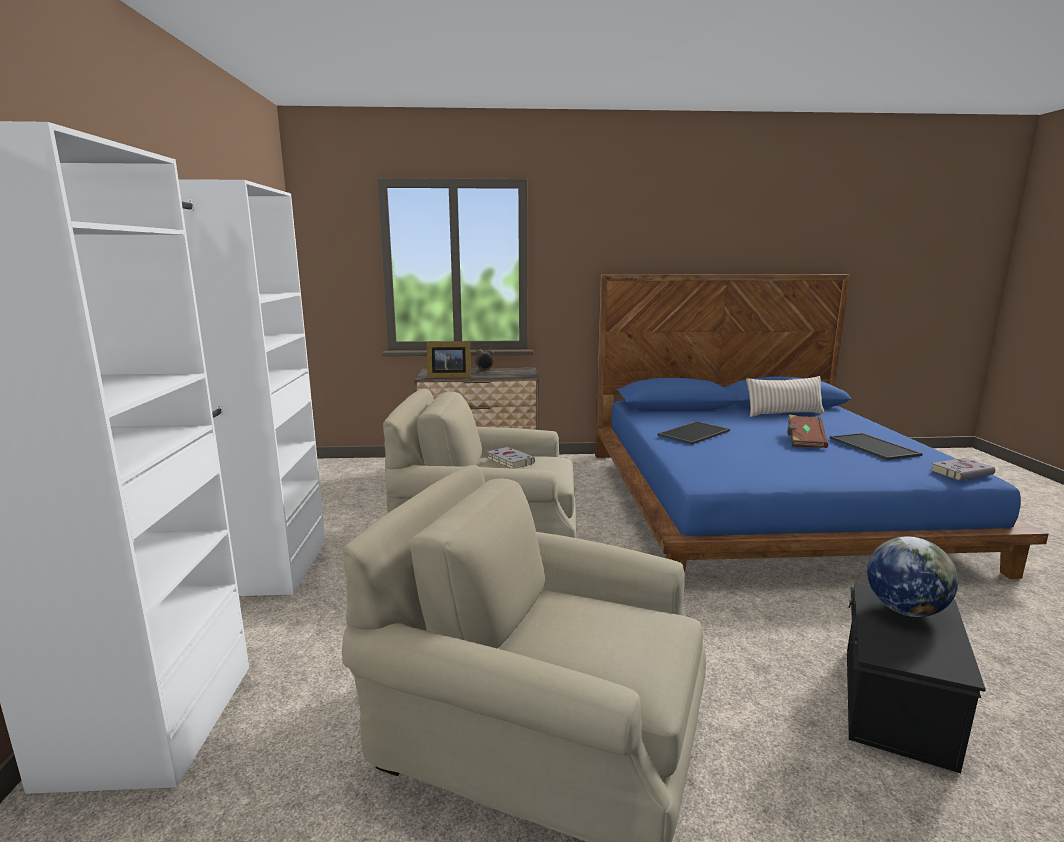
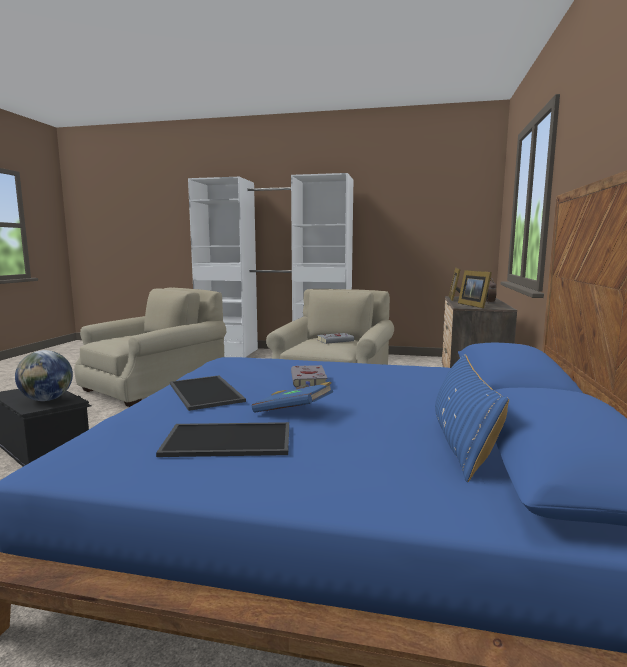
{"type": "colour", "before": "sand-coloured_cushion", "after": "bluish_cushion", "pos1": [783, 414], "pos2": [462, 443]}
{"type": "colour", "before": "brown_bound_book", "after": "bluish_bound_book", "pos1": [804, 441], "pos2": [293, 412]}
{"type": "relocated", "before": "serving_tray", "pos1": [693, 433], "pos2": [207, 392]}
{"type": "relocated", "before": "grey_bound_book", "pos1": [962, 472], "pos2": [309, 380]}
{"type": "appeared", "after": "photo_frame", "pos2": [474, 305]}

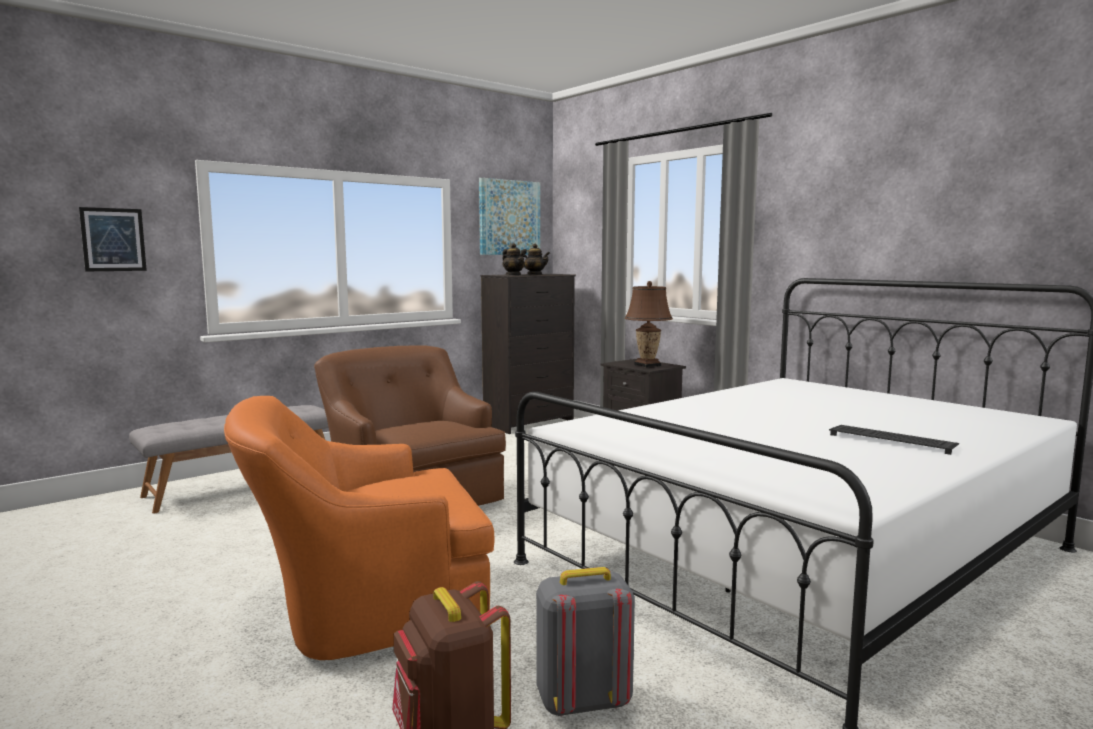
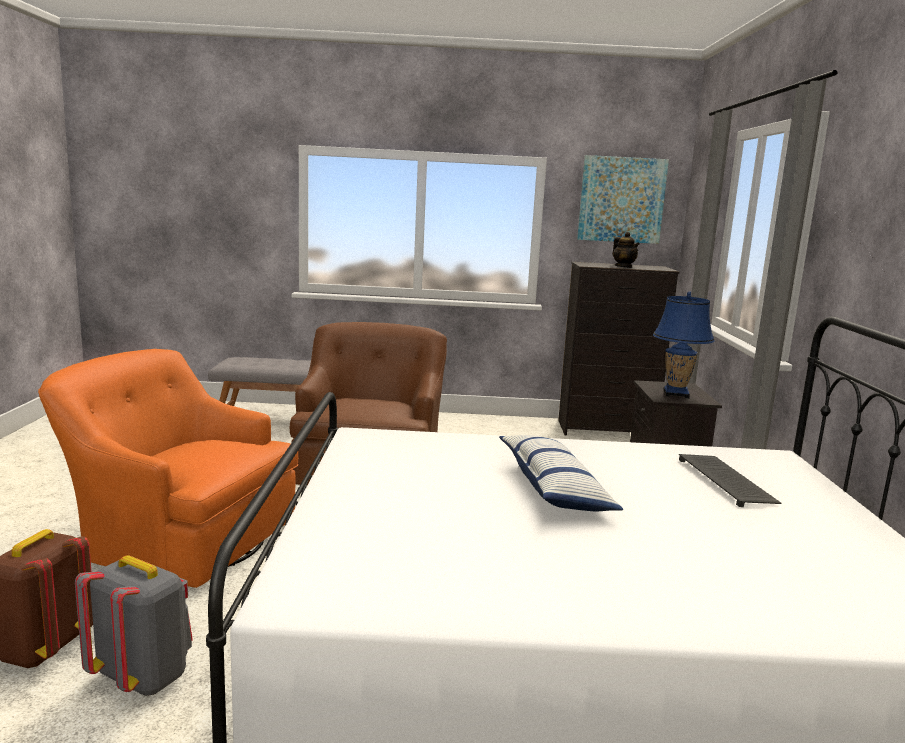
{"type": "missing", "before": "wall_picture", "pos1": [113, 239]}
{"type": "missing", "before": "teapot", "pos1": [513, 275]}
{"type": "colour", "before": "brown_table_lamp", "after": "bluish_table_lamp", "pos1": [647, 365], "pos2": [676, 394]}
{"type": "relocated", "before": "keyboard", "pos1": [893, 440], "pos2": [727, 482]}
{"type": "appeared", "after": "cushion", "pos2": [554, 488]}

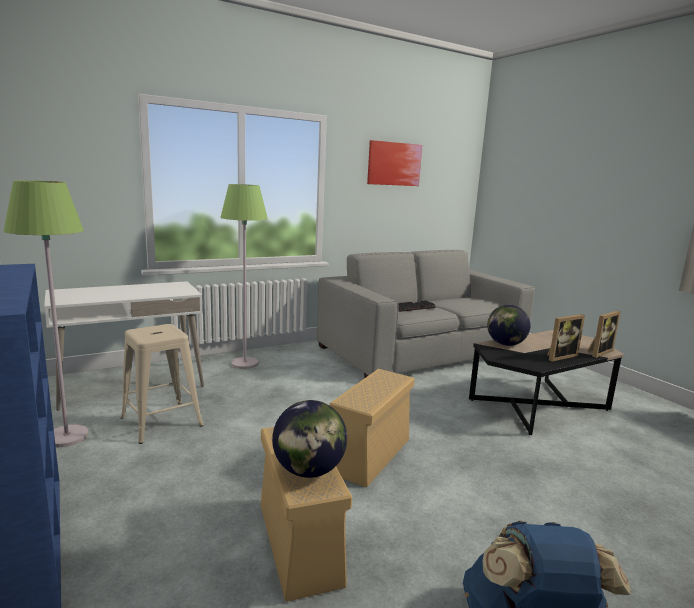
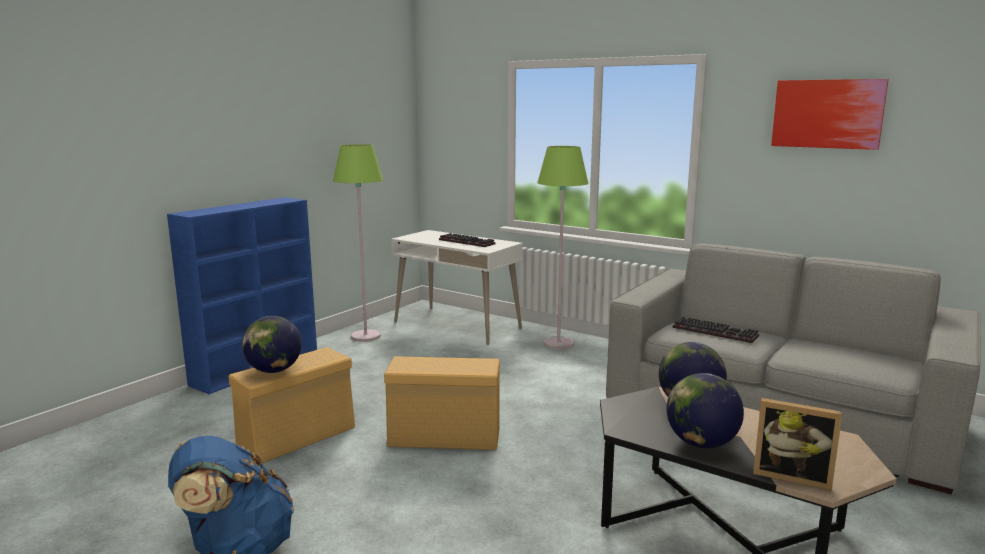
{"type": "exchanged", "before": "photo_frame", "after": "globe", "pos1": [559, 356], "pos2": [701, 444]}
{"type": "missing", "before": "sand-coloured_stool_seat", "pos1": [161, 421]}
{"type": "appeared", "after": "keyboard", "pos2": [468, 242]}

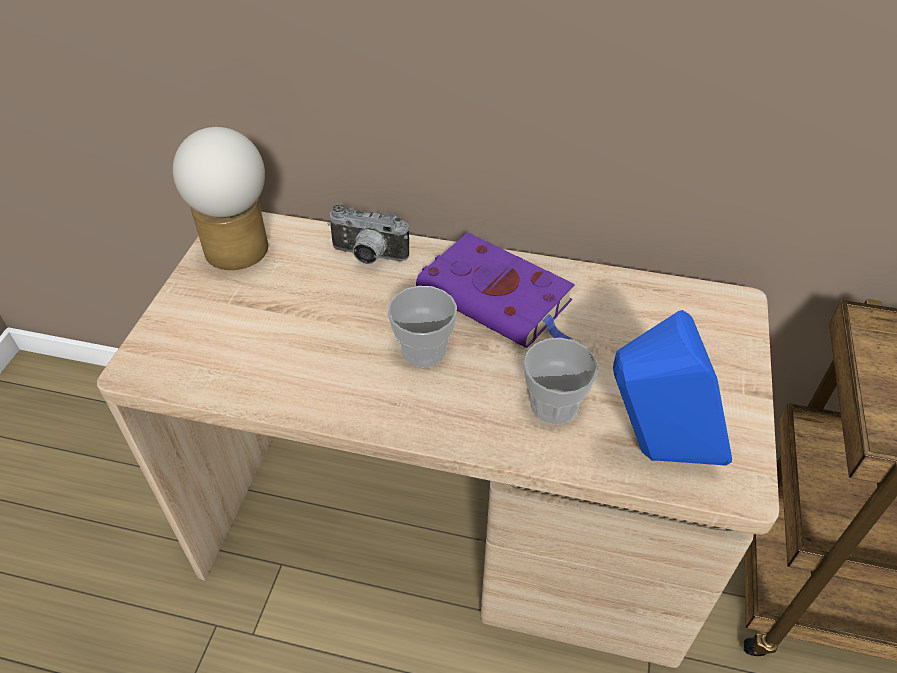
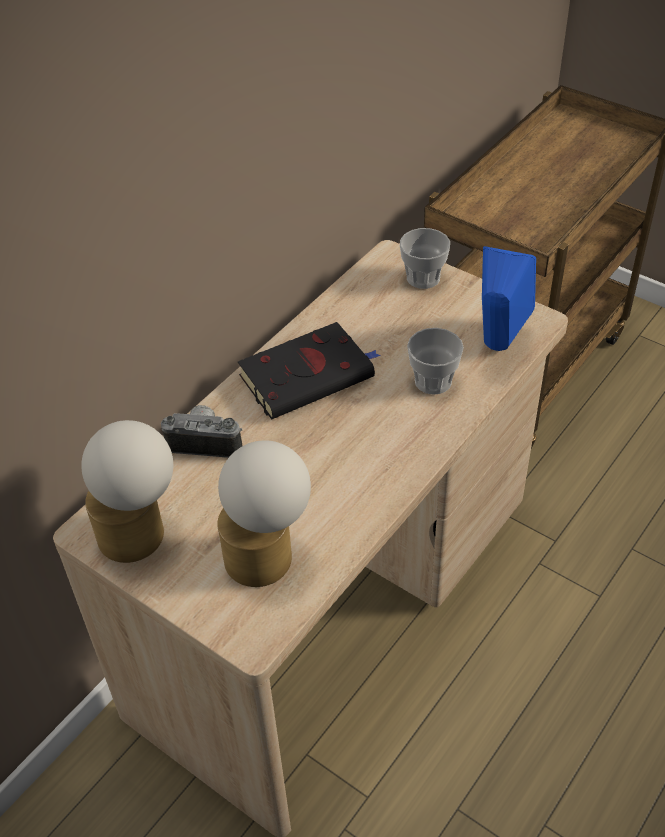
{"type": "spun", "before": "photo_camera", "pos1": [368, 257], "pos2": [206, 442], "turn": -120}
{"type": "colour", "before": "purple-coloured_bound_book", "after": "blackish_bound_book", "pos1": [498, 298], "pos2": [309, 375]}
{"type": "relocated", "before": "drinking_cup", "pos1": [423, 350], "pos2": [423, 278]}
{"type": "appeared", "after": "table_lamp", "pos2": [268, 557]}

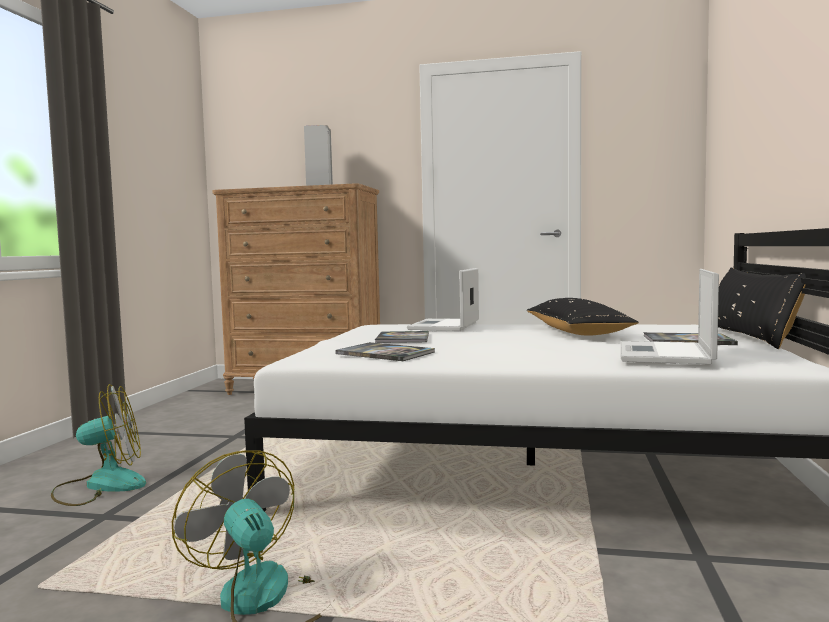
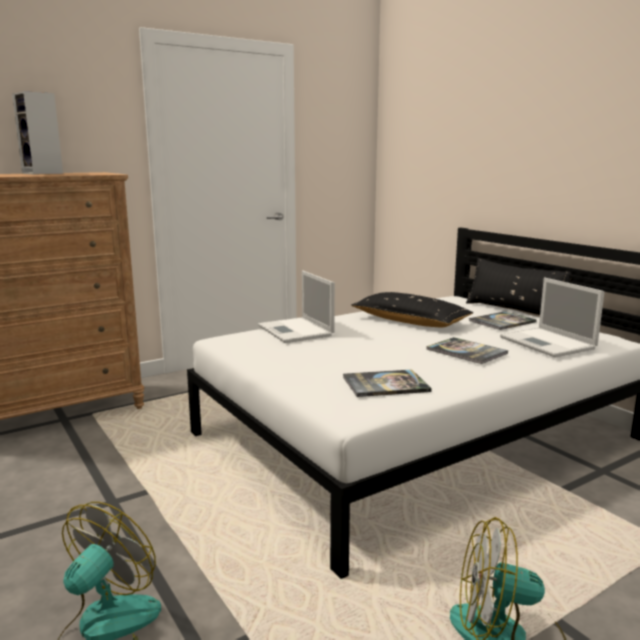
{"type": "relocated", "before": "bound_book", "pos1": [403, 338], "pos2": [466, 351]}

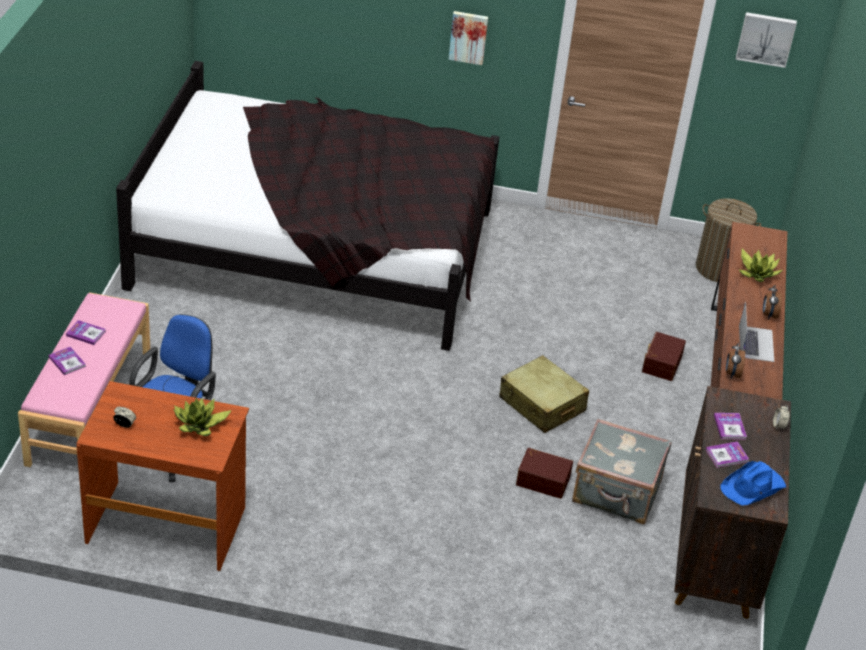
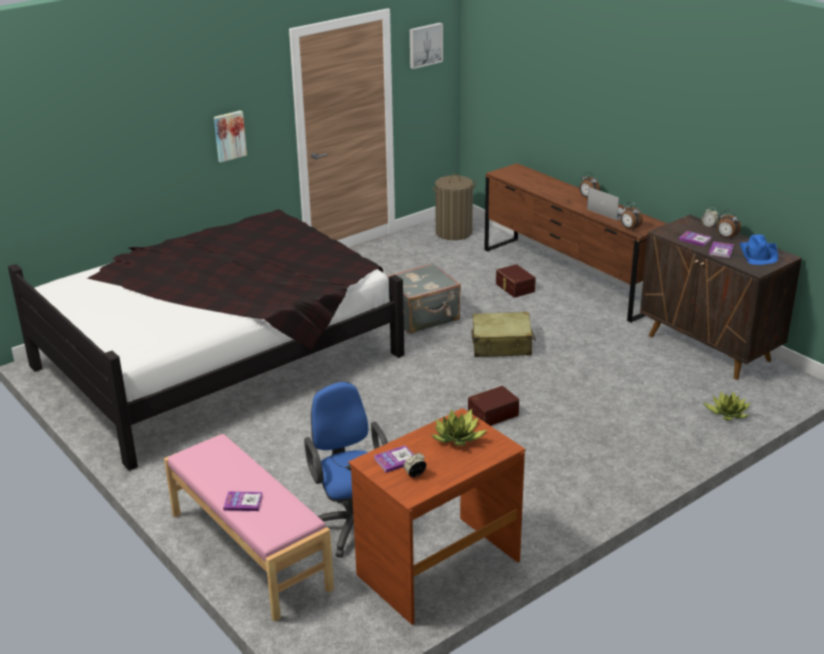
{"type": "relocated", "before": "houseplant", "pos1": [757, 273], "pos2": [727, 413]}
{"type": "relocated", "before": "bound_book", "pos1": [86, 333], "pos2": [395, 460]}
{"type": "relocated", "before": "grey_travel_case", "pos1": [616, 493], "pos2": [423, 317]}
{"type": "relocated", "before": "brown_storage_bin", "pos1": [543, 479], "pos2": [492, 414]}
{"type": "appeared", "after": "alarm_clock", "pos2": [726, 237]}

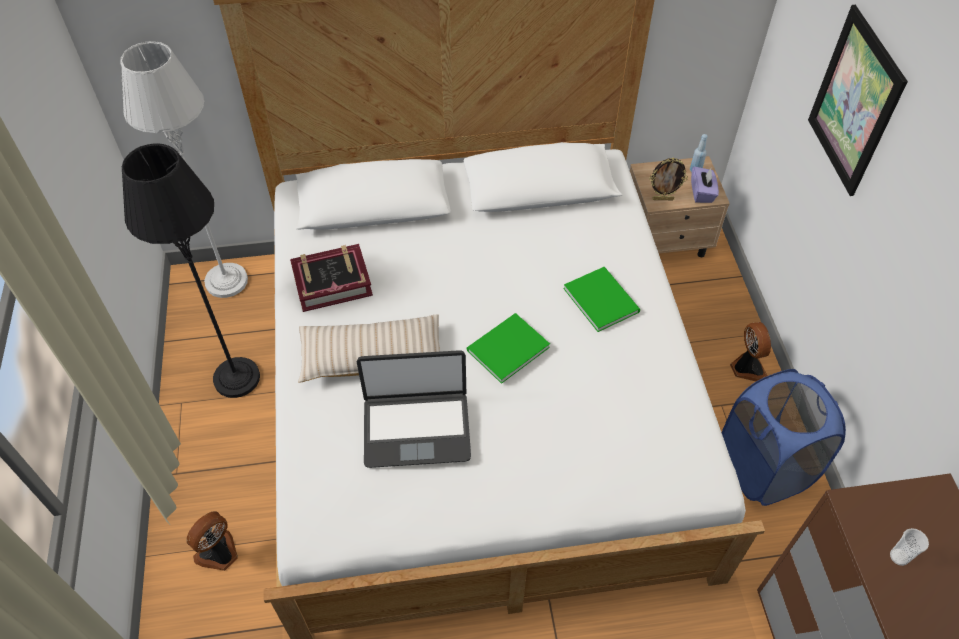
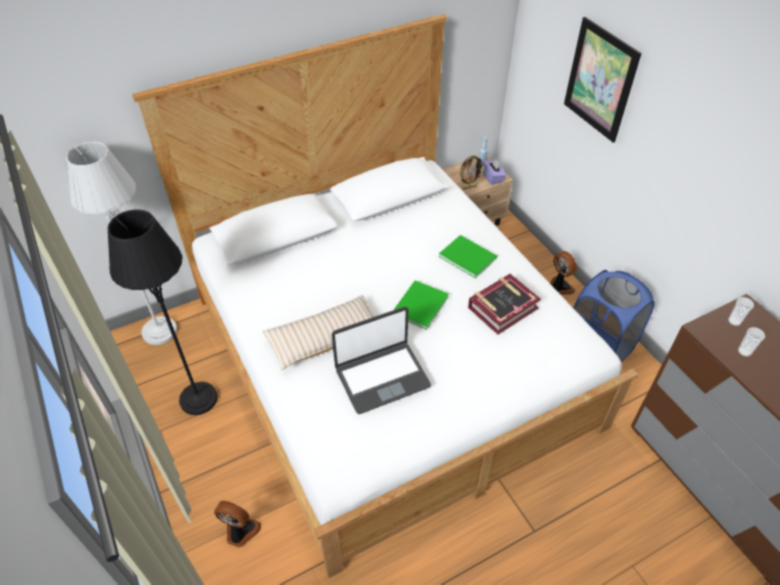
{"type": "relocated", "before": "bound_book", "pos1": [332, 282], "pos2": [502, 307]}
{"type": "spun", "before": "cooling_fan", "pos1": [219, 553], "pos2": [240, 531], "turn": 90}
{"type": "appeared", "after": "drinking_cup", "pos2": [734, 321]}

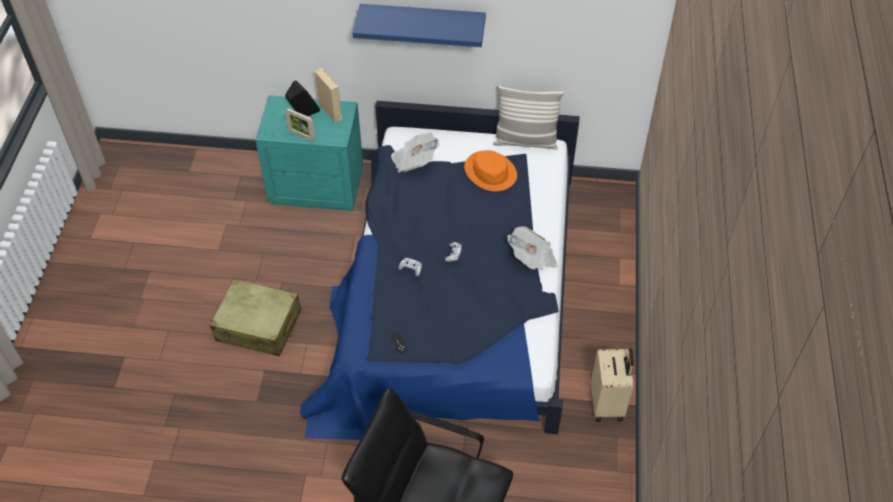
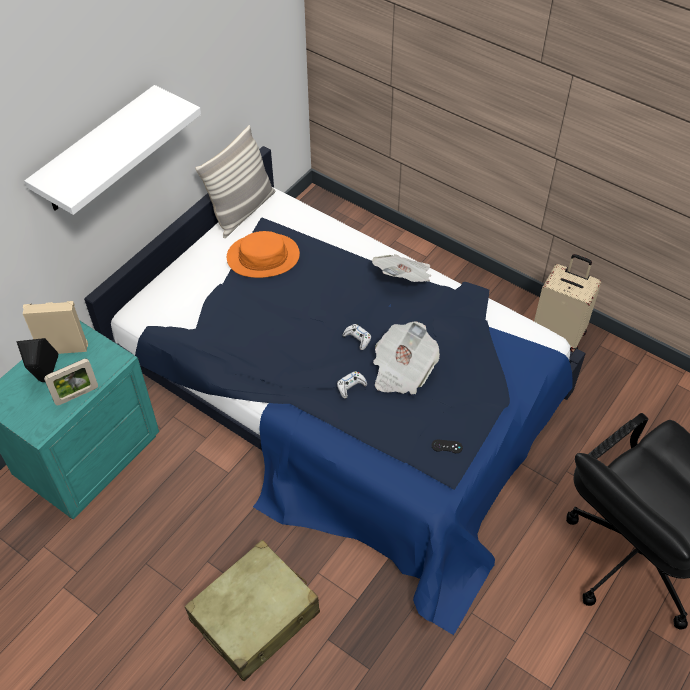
{"type": "colour", "before": "bluish_shelf", "after": "white_shelf", "pos1": [422, 22], "pos2": [97, 151]}
{"type": "relocated", "before": "printed_paper", "pos1": [414, 161], "pos2": [402, 370]}

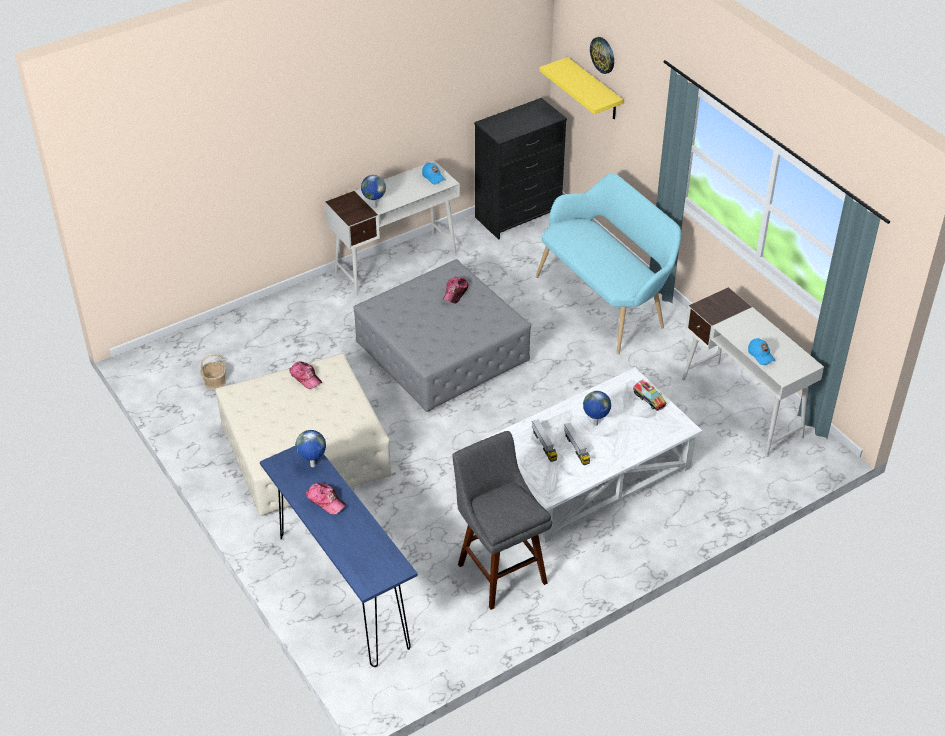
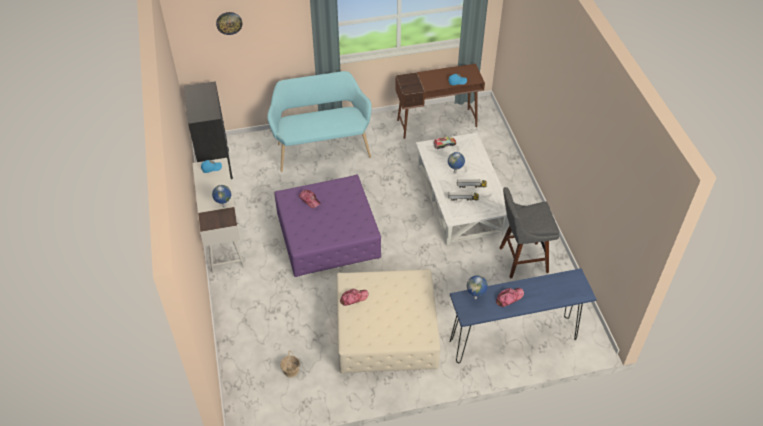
{"type": "missing", "before": "yellow-coloured_shelf", "pos1": [594, 90]}
{"type": "colour", "before": "grey_footrest", "after": "purple-coloured_footrest", "pos1": [442, 353], "pos2": [327, 237]}
{"type": "colour", "before": "white_desk_unit", "after": "brown_desk_unit", "pos1": [742, 408], "pos2": [437, 123]}

